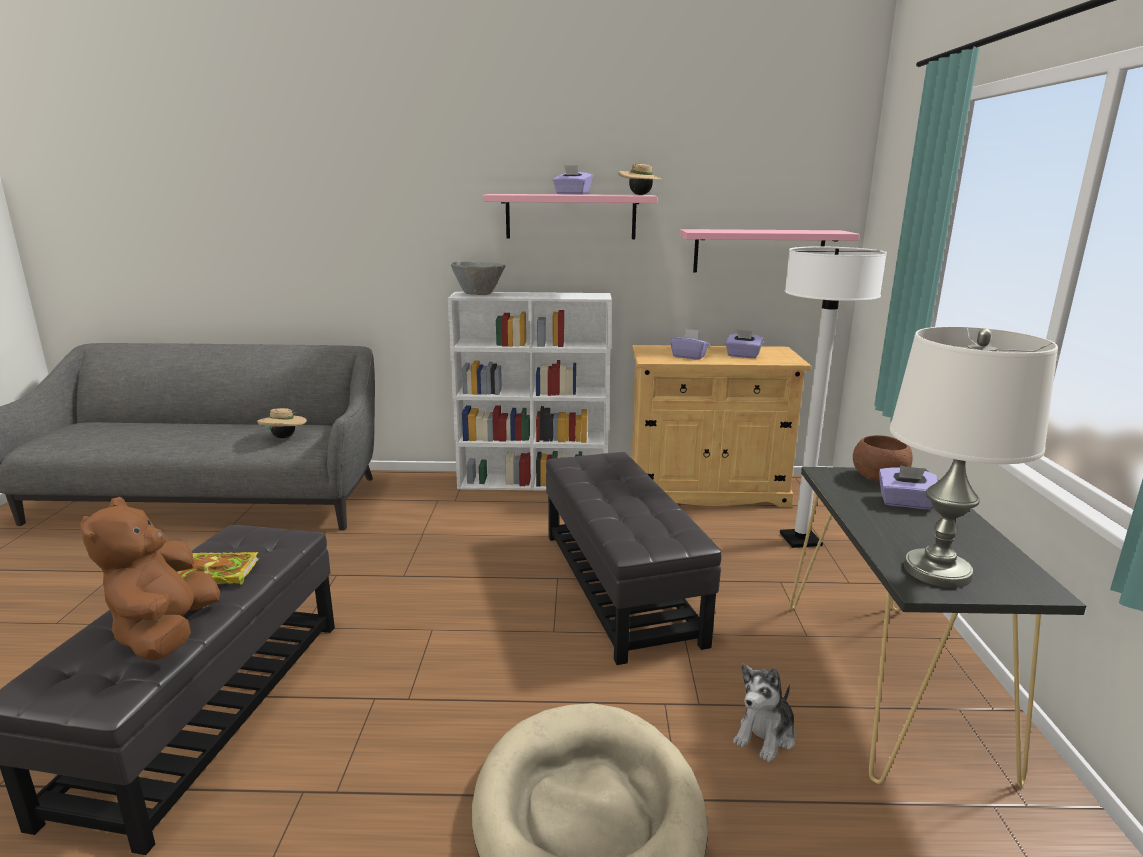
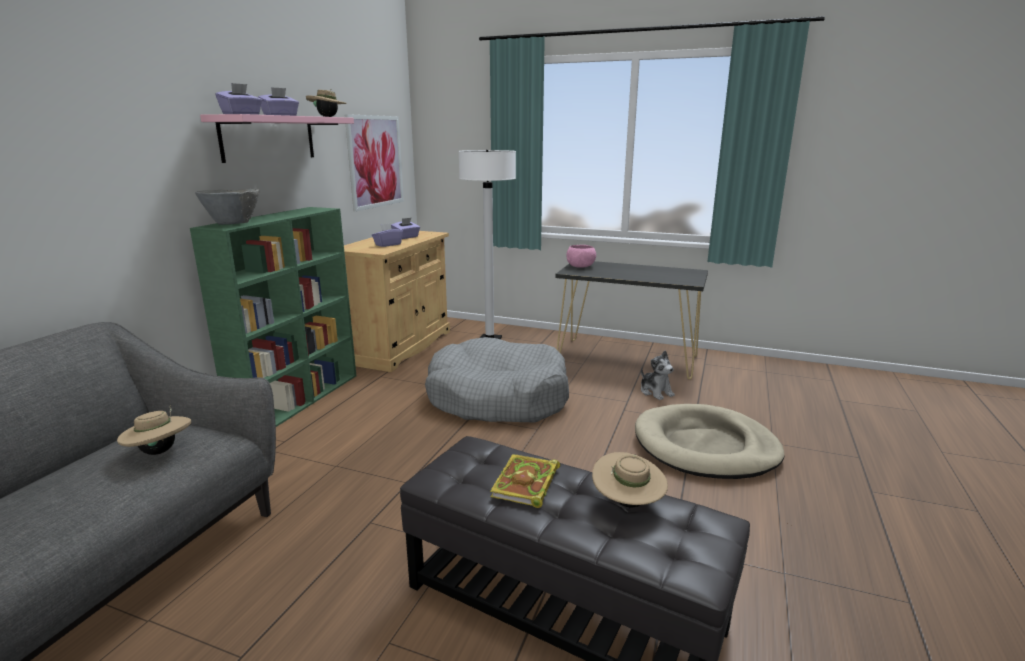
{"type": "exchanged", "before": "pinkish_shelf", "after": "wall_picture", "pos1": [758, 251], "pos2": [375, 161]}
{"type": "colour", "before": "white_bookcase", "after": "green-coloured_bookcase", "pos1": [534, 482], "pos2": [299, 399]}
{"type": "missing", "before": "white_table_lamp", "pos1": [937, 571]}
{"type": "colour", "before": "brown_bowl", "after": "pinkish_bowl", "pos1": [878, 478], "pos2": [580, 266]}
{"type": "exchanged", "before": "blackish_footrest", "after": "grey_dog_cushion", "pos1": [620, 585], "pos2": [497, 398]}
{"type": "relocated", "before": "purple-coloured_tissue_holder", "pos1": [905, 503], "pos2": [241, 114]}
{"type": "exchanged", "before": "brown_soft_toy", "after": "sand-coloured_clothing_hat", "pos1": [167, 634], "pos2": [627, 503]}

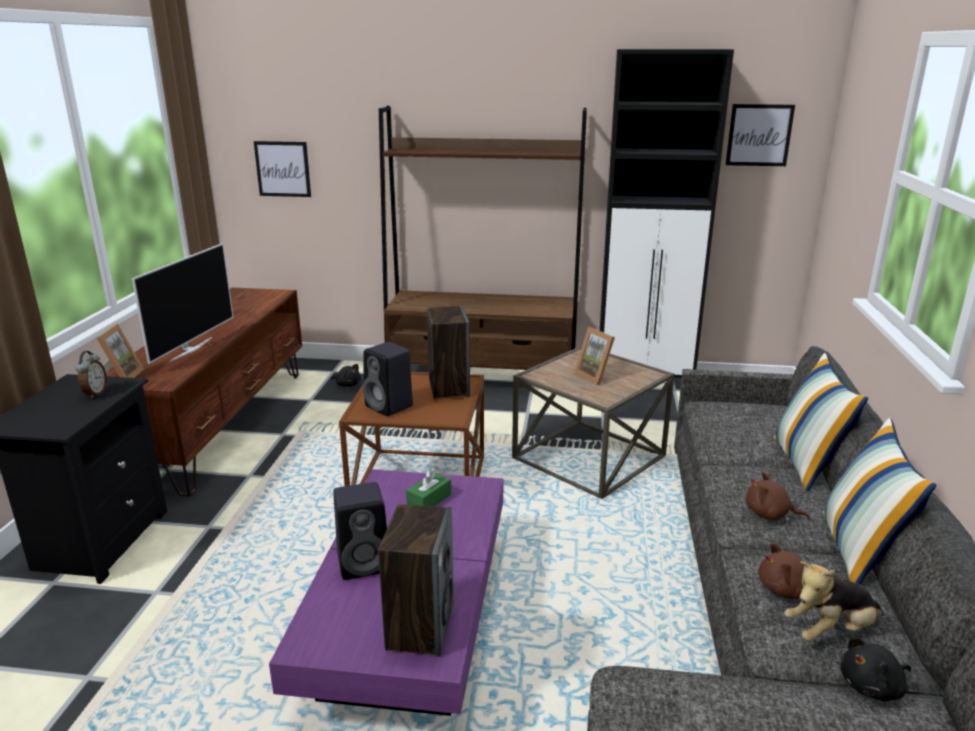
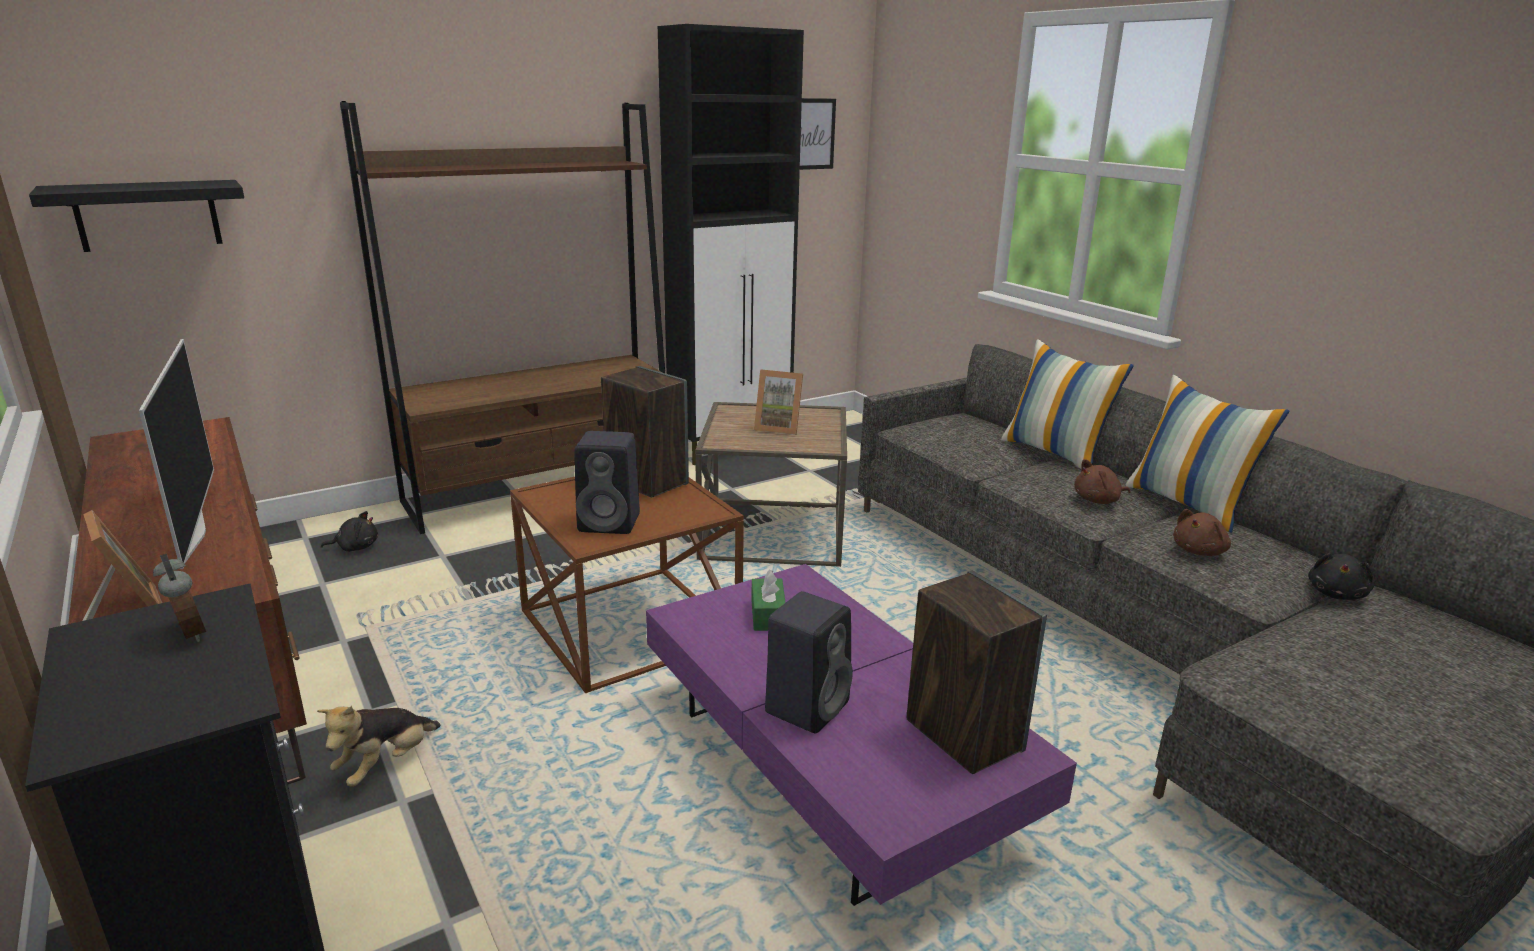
{"type": "exchanged", "before": "wall_picture", "after": "blackish_shelf", "pos1": [283, 169], "pos2": [147, 215]}
{"type": "relocated", "before": "soft_toy", "pos1": [830, 630], "pos2": [386, 764]}

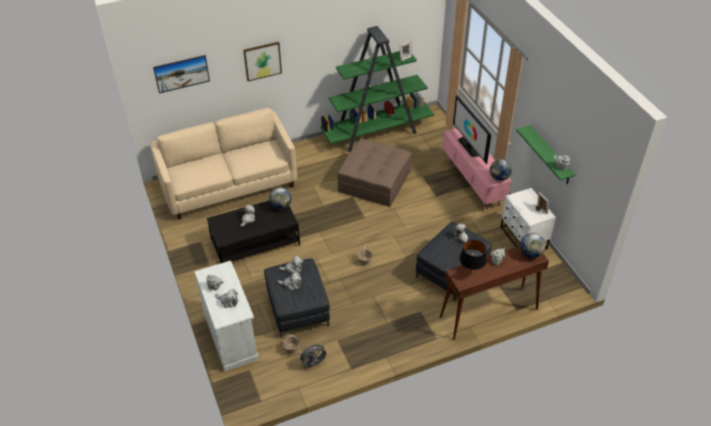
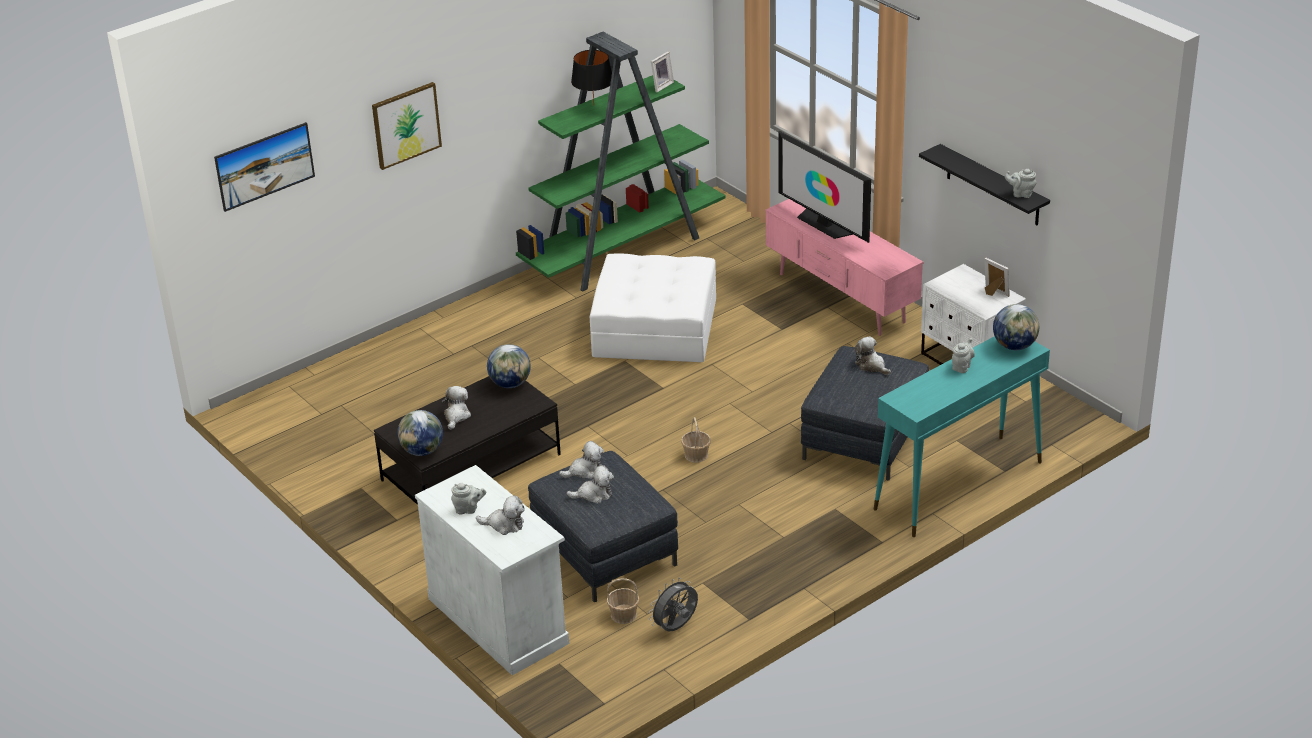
{"type": "missing", "before": "sand-coloured_sofa", "pos1": [228, 184]}
{"type": "colour", "before": "green-coloured_shelf", "after": "blackish_shelf", "pos1": [550, 155], "pos2": [993, 186]}
{"type": "colour", "before": "brown_footrest", "after": "white_footrest", "pos1": [375, 181], "pos2": [655, 328]}
{"type": "relocated", "before": "globe", "pos1": [499, 178], "pos2": [422, 451]}
{"type": "relocated", "before": "blackish_table_lamp", "pos1": [471, 271], "pos2": [594, 105]}
{"type": "colour", "before": "brown_console_table", "after": "turquoise_console_table", "pos1": [488, 313], "pos2": [957, 486]}

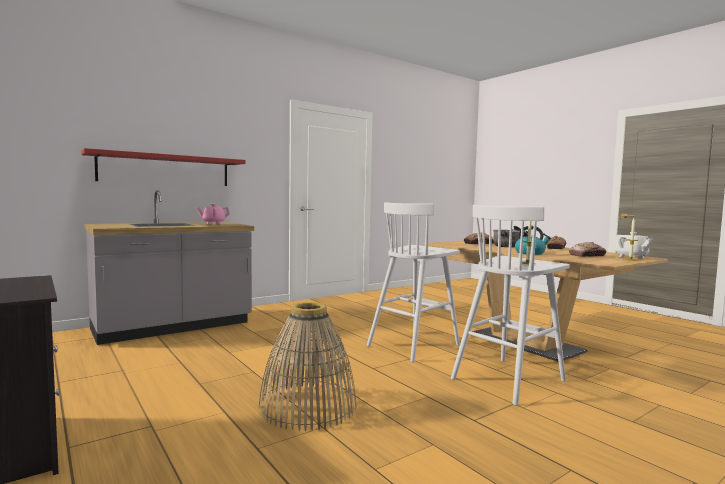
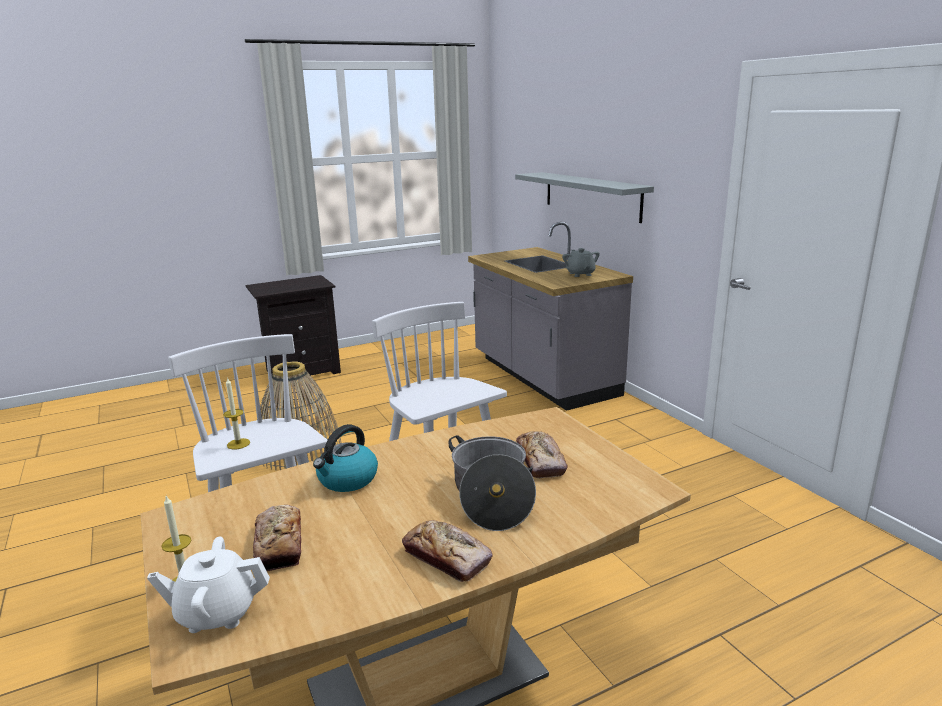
{"type": "colour", "before": "reddish_shelf", "after": "grey_shelf", "pos1": [166, 170], "pos2": [591, 195]}
{"type": "colour", "before": "pinkish_teapot", "after": "grey_teapot", "pos1": [213, 223], "pos2": [580, 274]}

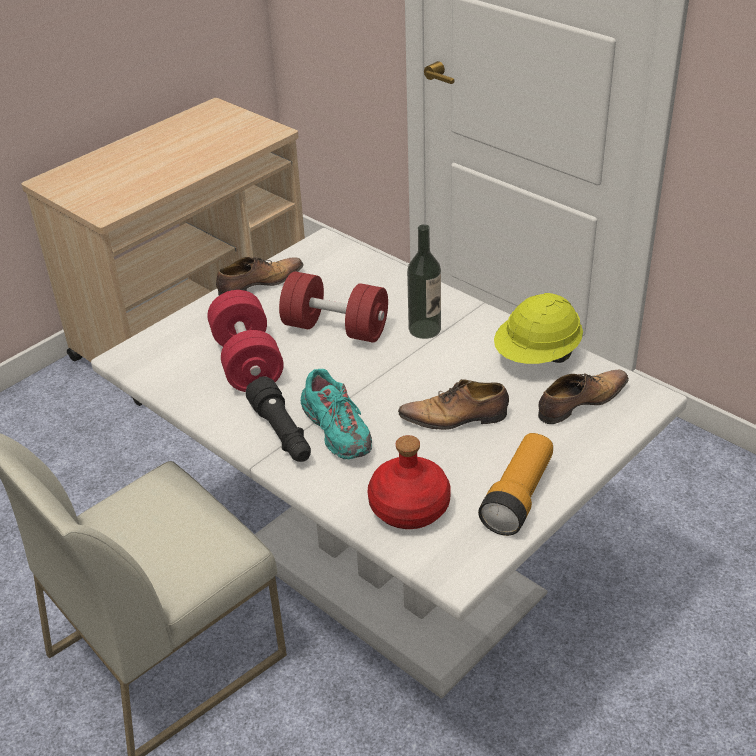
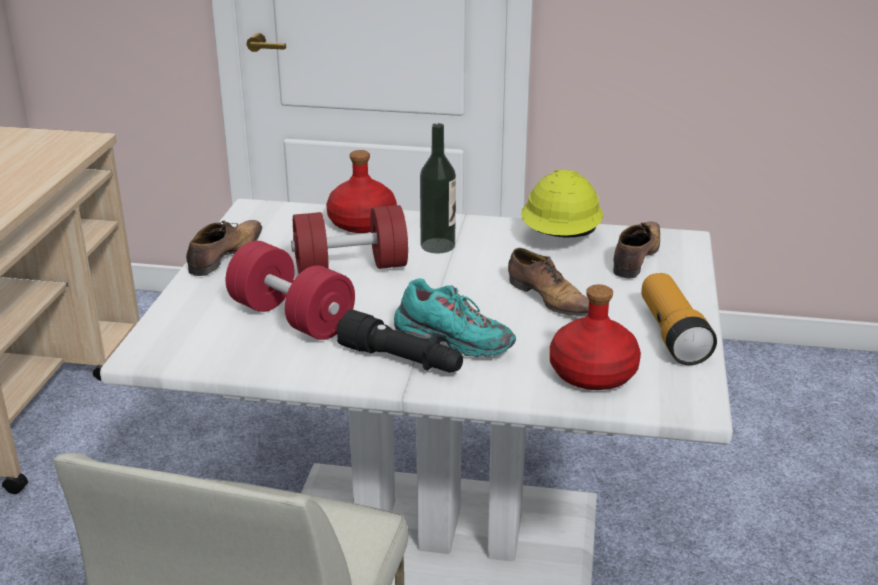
{"type": "spun", "before": "item_of_footwear", "pos1": [456, 418], "pos2": [549, 298], "turn": -90}
{"type": "appeared", "after": "reddish_beverage_bottle", "pos2": [361, 223]}

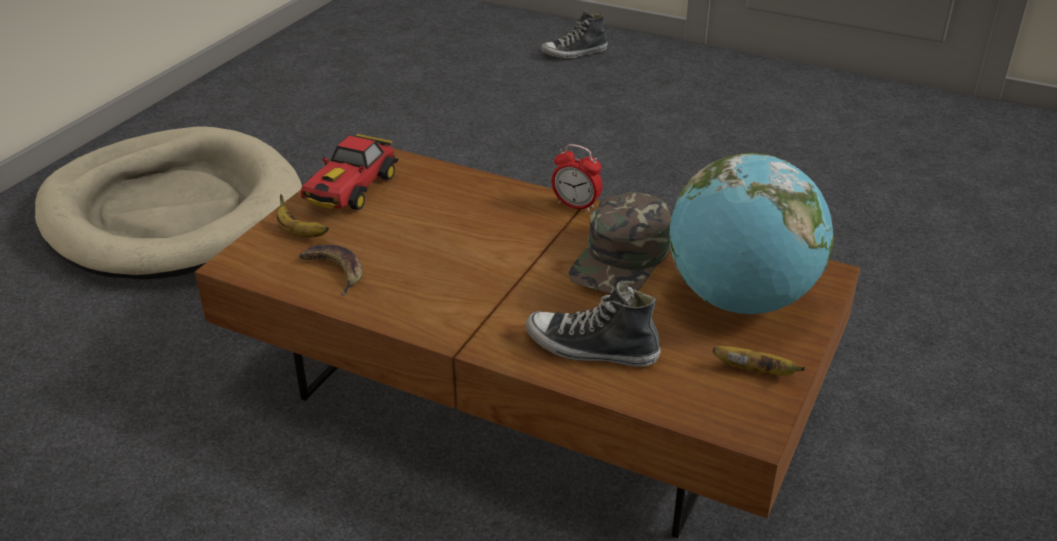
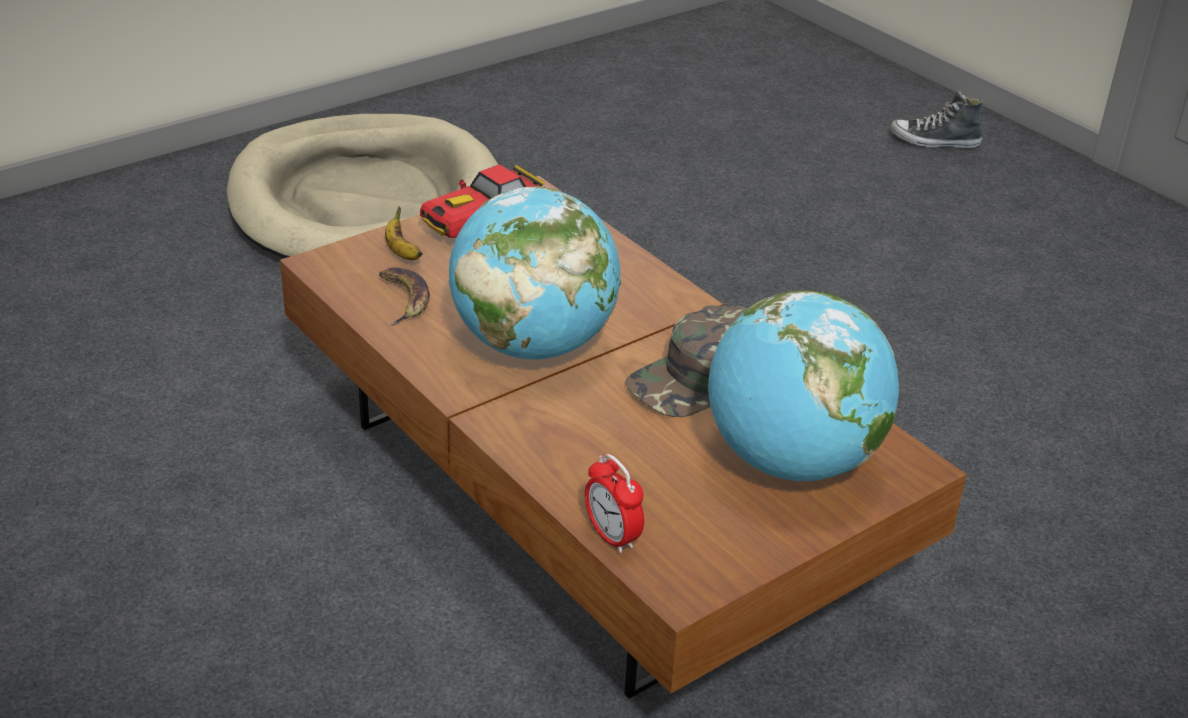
{"type": "relocated", "before": "alarm_clock", "pos1": [576, 205], "pos2": [612, 537]}
{"type": "missing", "before": "item_of_footwear", "pos1": [591, 349]}
{"type": "missing", "before": "banana_fruit", "pos1": [756, 372]}
{"type": "appeared", "after": "globe", "pos2": [533, 345]}

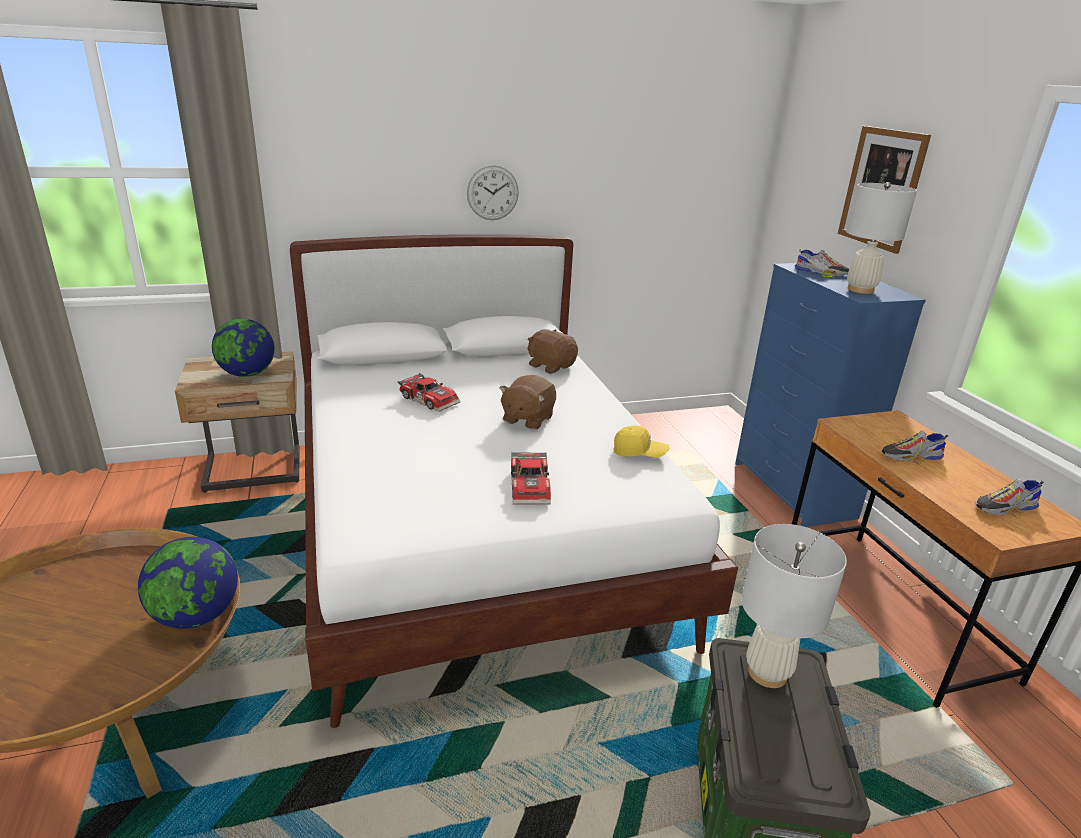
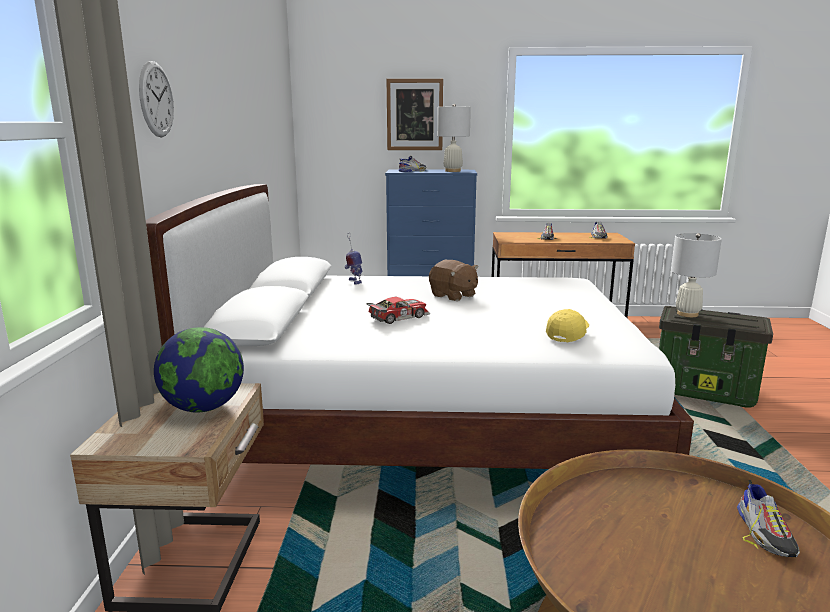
{"type": "relocated", "before": "hanging_clock", "pos1": [492, 193], "pos2": [156, 99]}
{"type": "exchanged", "before": "brown_soft_toy", "after": "robot_figure", "pos1": [551, 366], "pos2": [354, 281]}
{"type": "relocated", "before": "yellow-coloured_peaked_cap", "pos1": [639, 453], "pos2": [567, 334]}
{"type": "missing", "before": "model_car", "pos1": [532, 486]}
{"type": "missing", "before": "globe", "pos1": [196, 616]}
{"type": "appeared", "after": "item_of_footwear", "pos2": [765, 533]}

